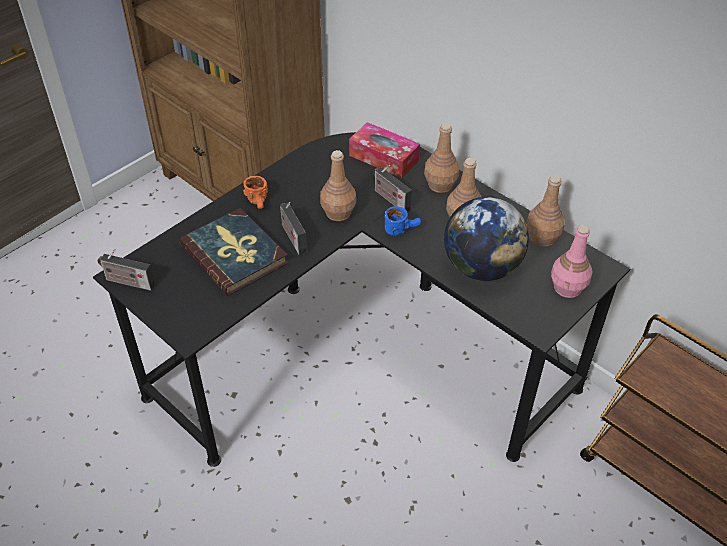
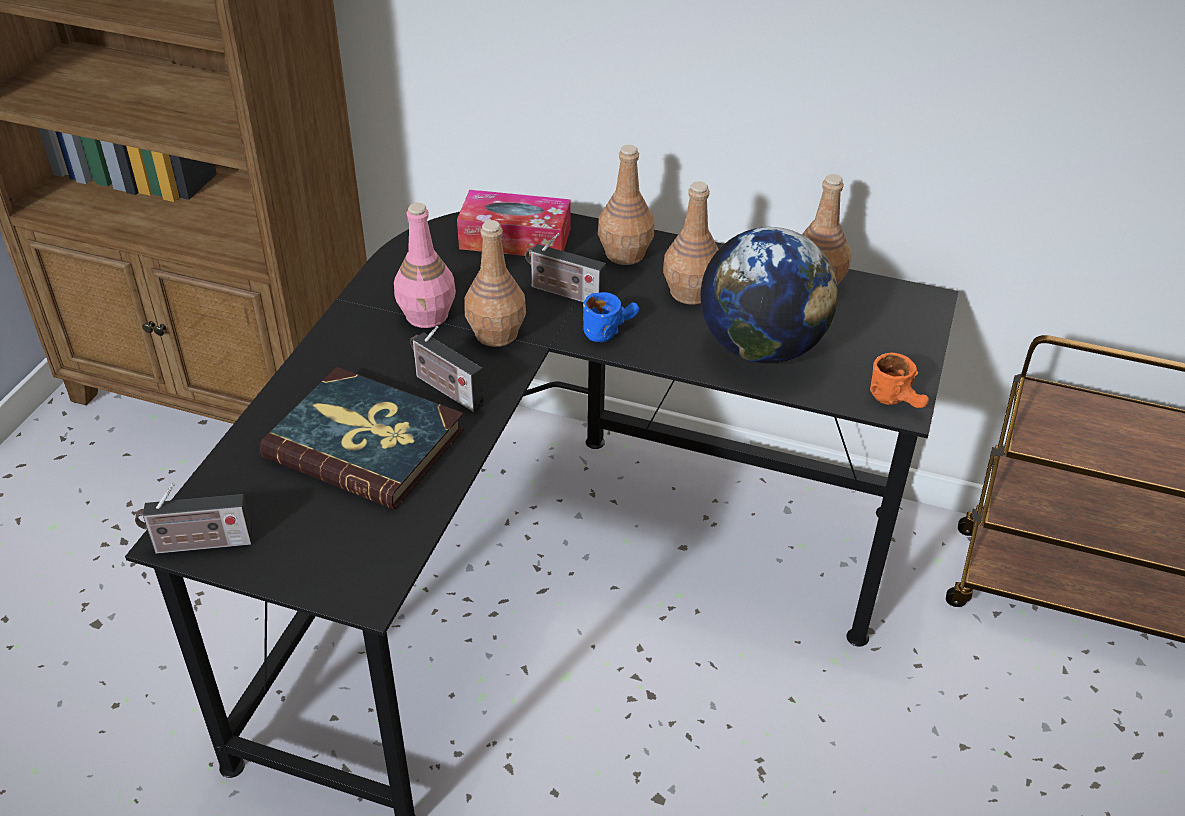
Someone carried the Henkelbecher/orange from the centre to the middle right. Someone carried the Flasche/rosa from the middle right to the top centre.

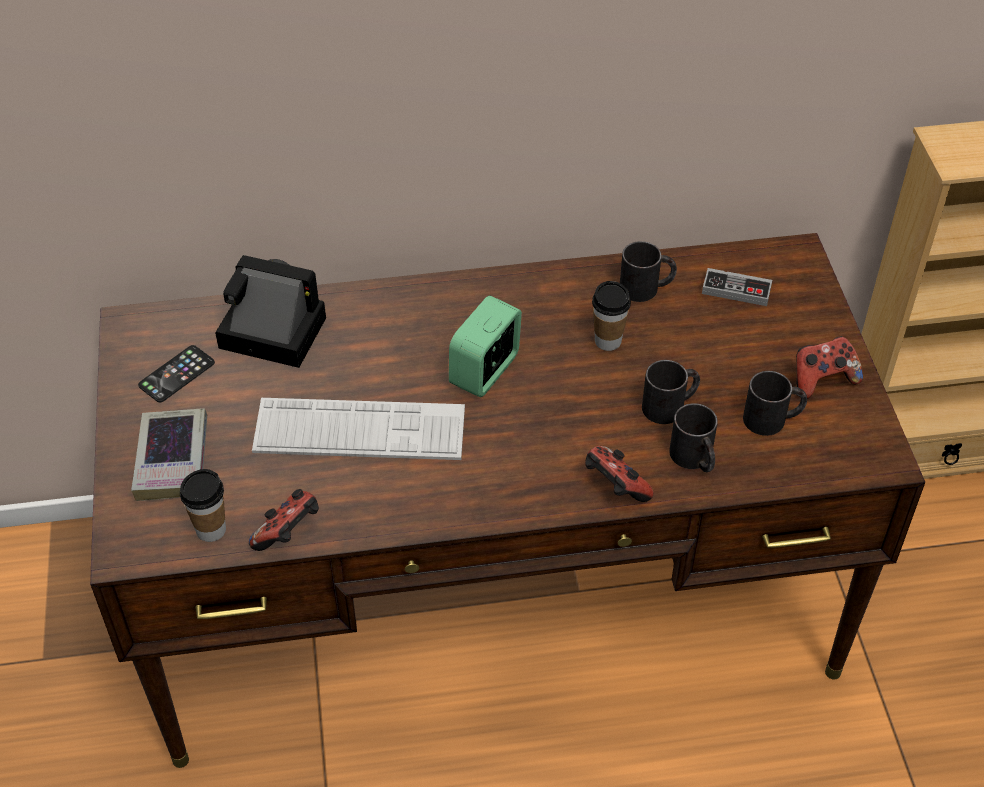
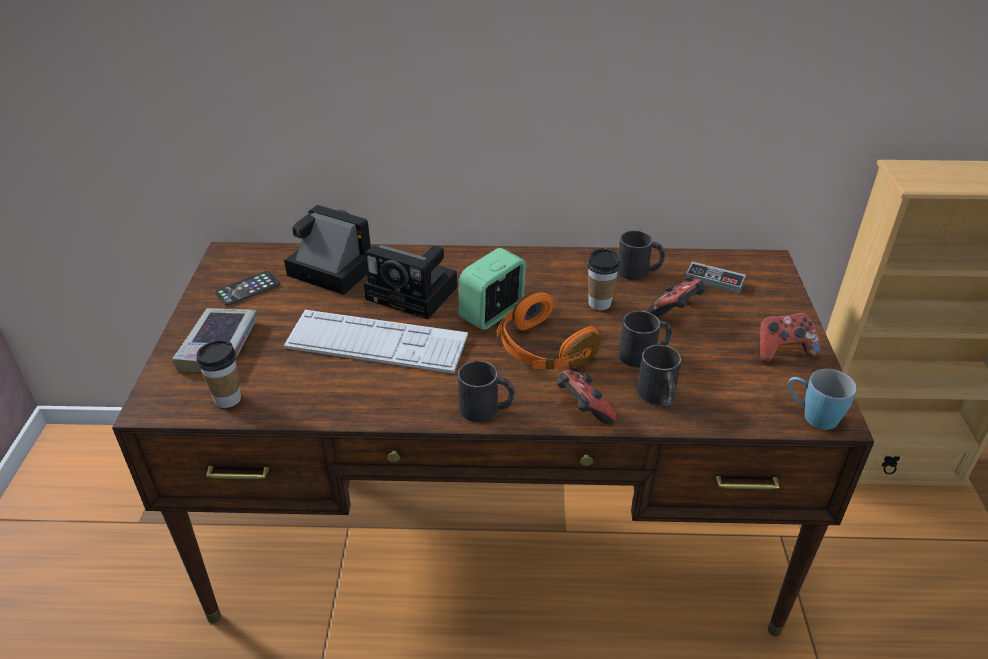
Someone carried the Henkelbecher/schwarz (4th from left in the first image) from the middle right to the centre. Someone carried the Gamepad (1st from left in the first image) from the middle left to the middle right. Someone put down the Kamera (2nd from left) at the centre. Someone put down the Kopfhörer/orange at the centre. Someone put down the Henkelbecher/blau at the middle right.

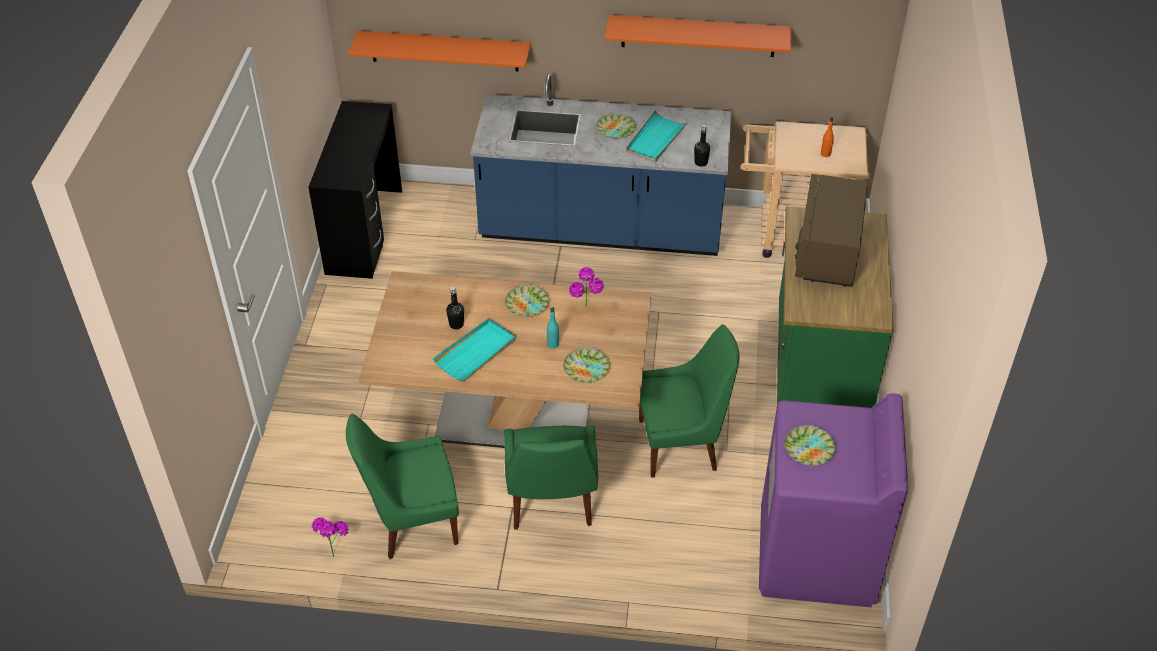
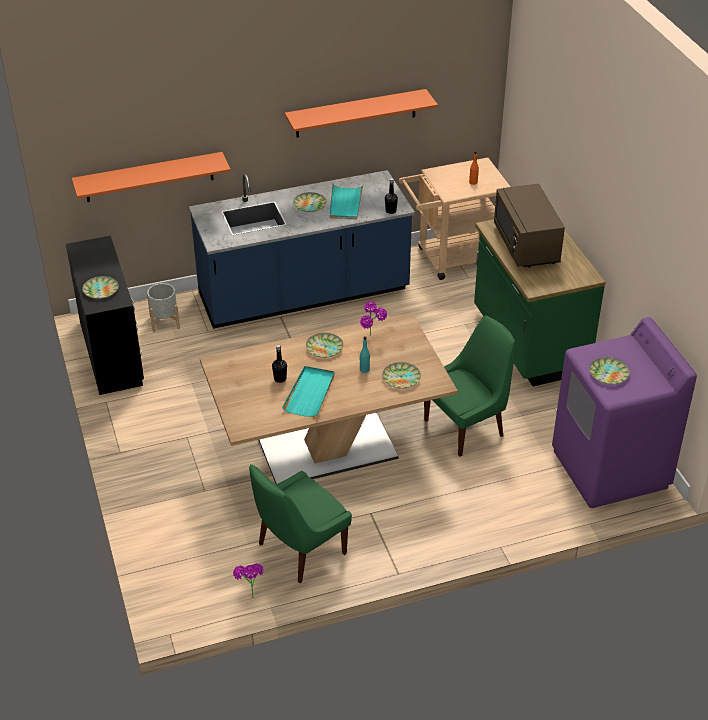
Someone took away the Stuhl/grün (2nd from left) at the bottom centre. Someone put down the Teller (1st from left) at the middle left. Someone put down the Pflanzkübel/grau at the middle left.

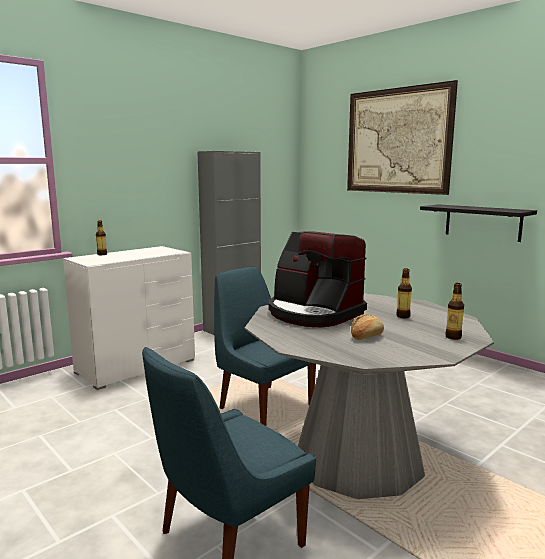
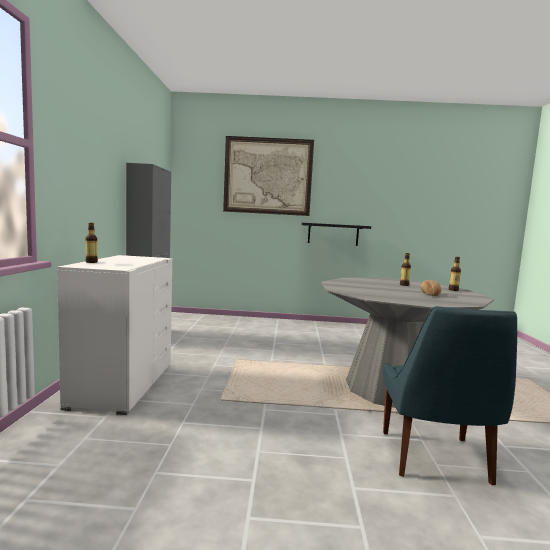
Someone took away the Kaffeemaschine at the centre. Someone took away the Stuhl/blau (2nd from left) at the centre.

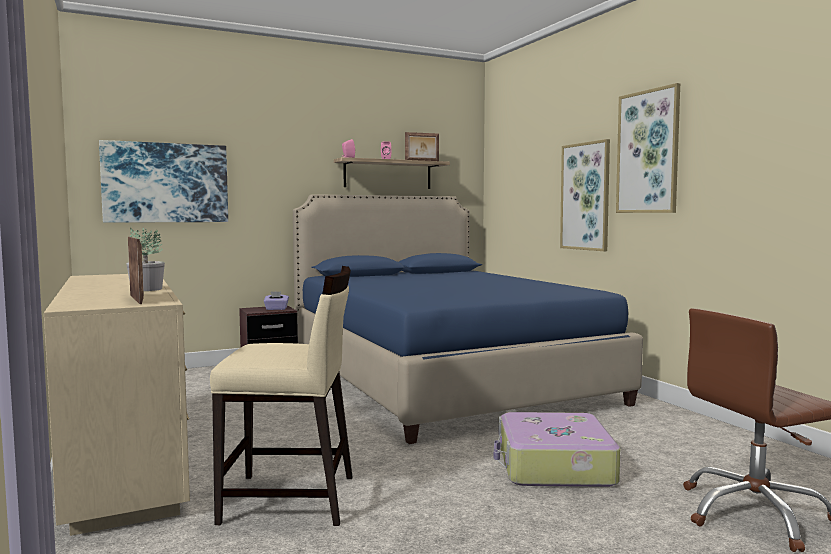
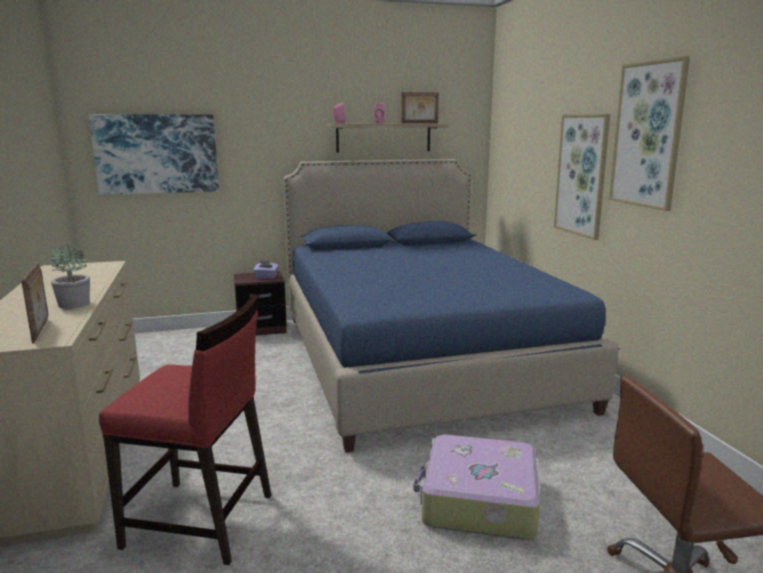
Someone repainted the Stuhl/beige at the bottom centre, which became the Stuhl/rot at the bottom left.

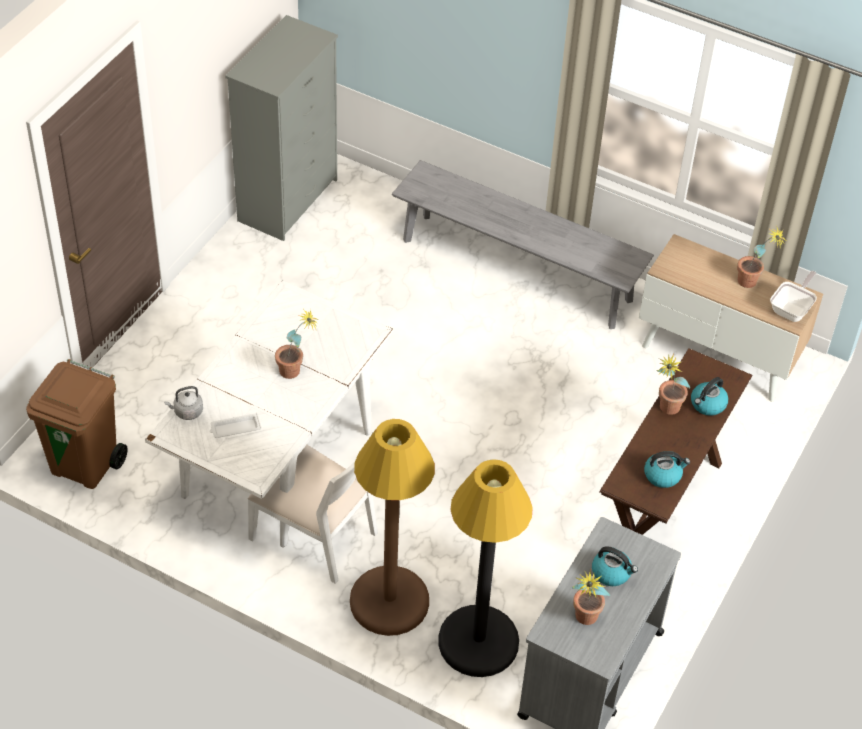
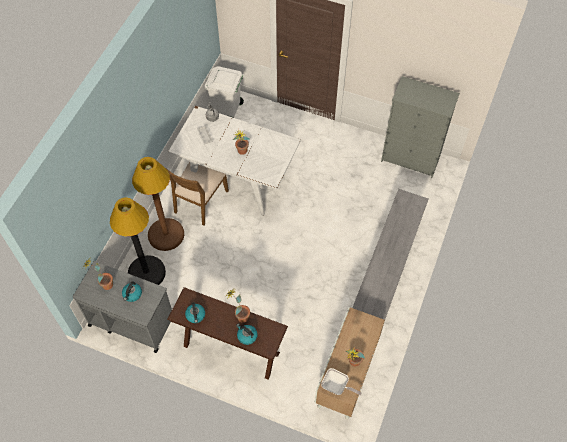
Someone repainted the Mülleimer/braun at the middle left, which became the Mülleimer/weiß at the top centre. Someone repainted the Stuhl/weiß at the bottom centre, which became the Stuhl/braun at the centre.

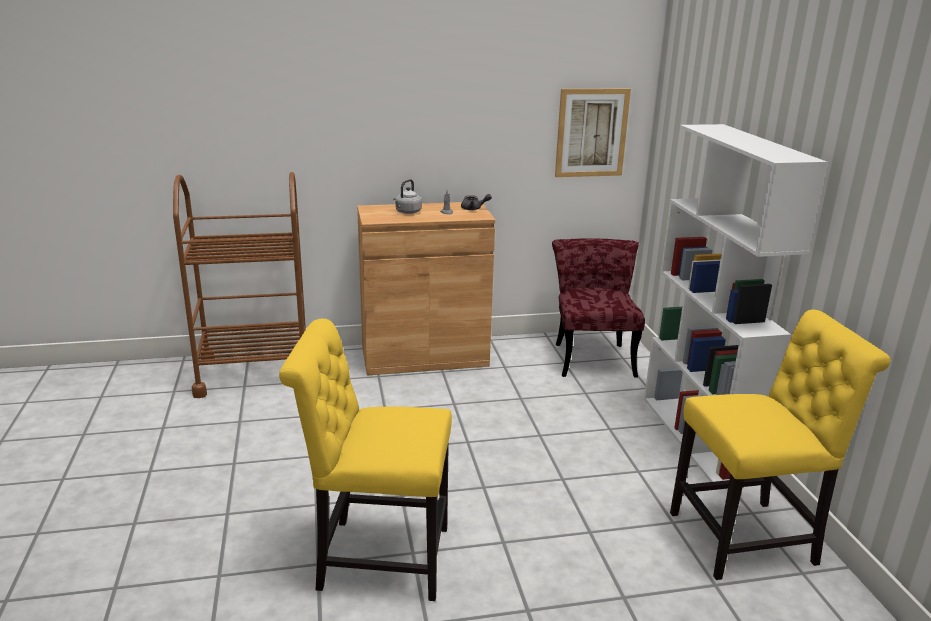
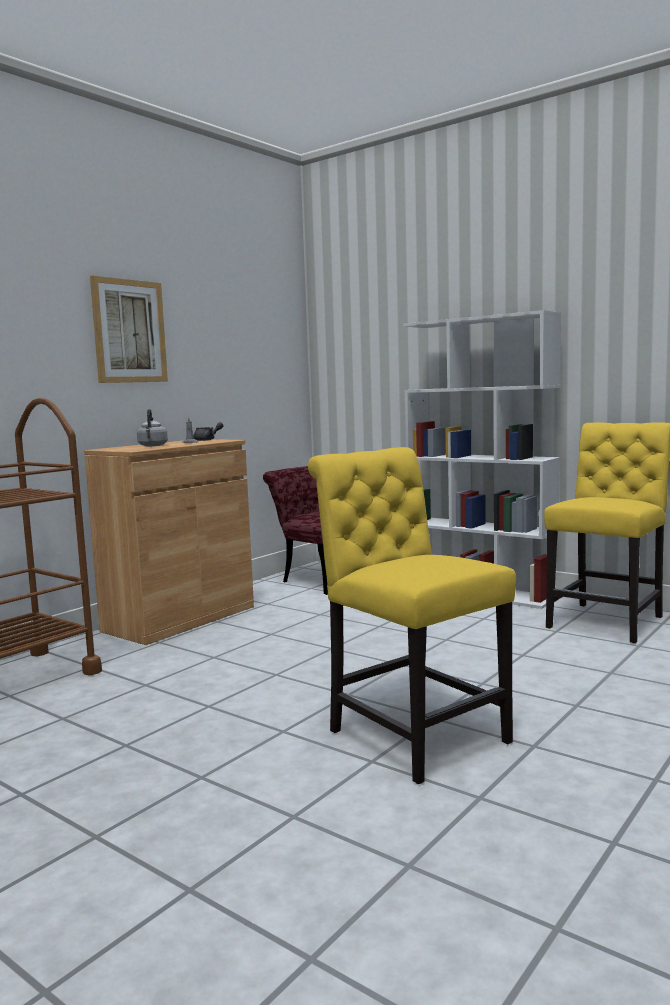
Someone carried the Bild from the top centre to the top left. Someone rotated the Stuhl/gelb (1st from left) at the bottom centre by 90 degrees clockwise.

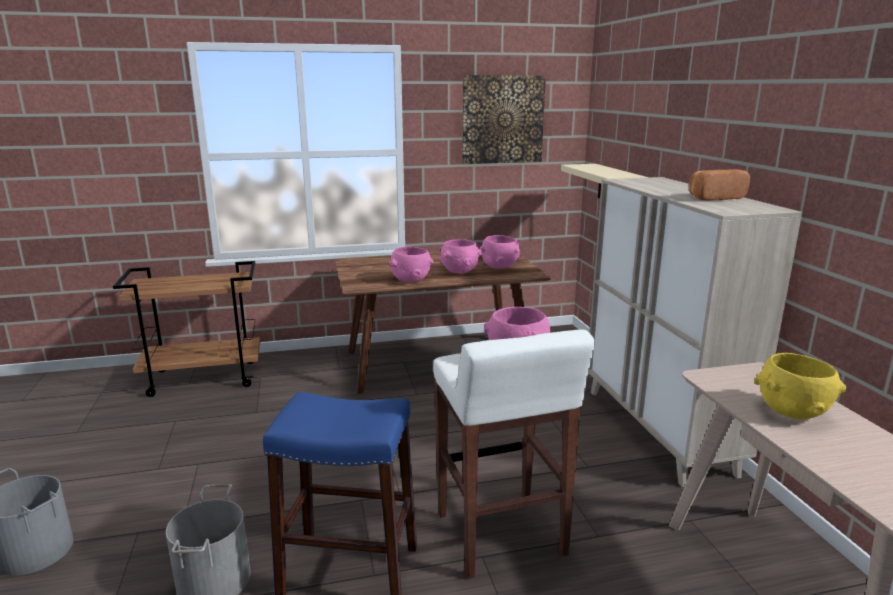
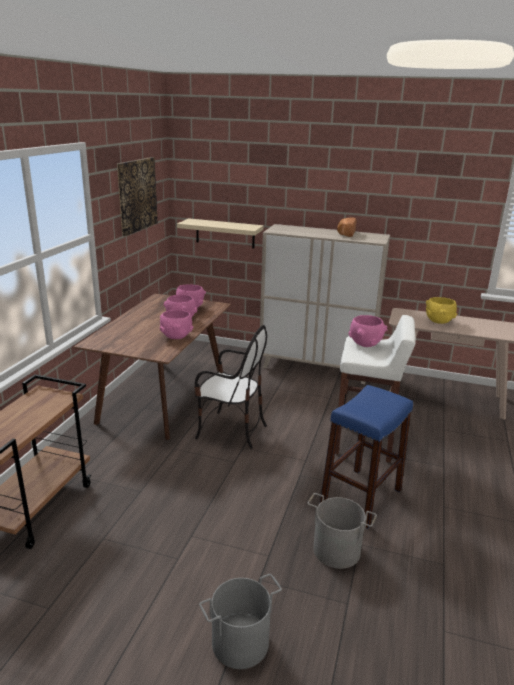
Someone put down the Stuhl at the centre.

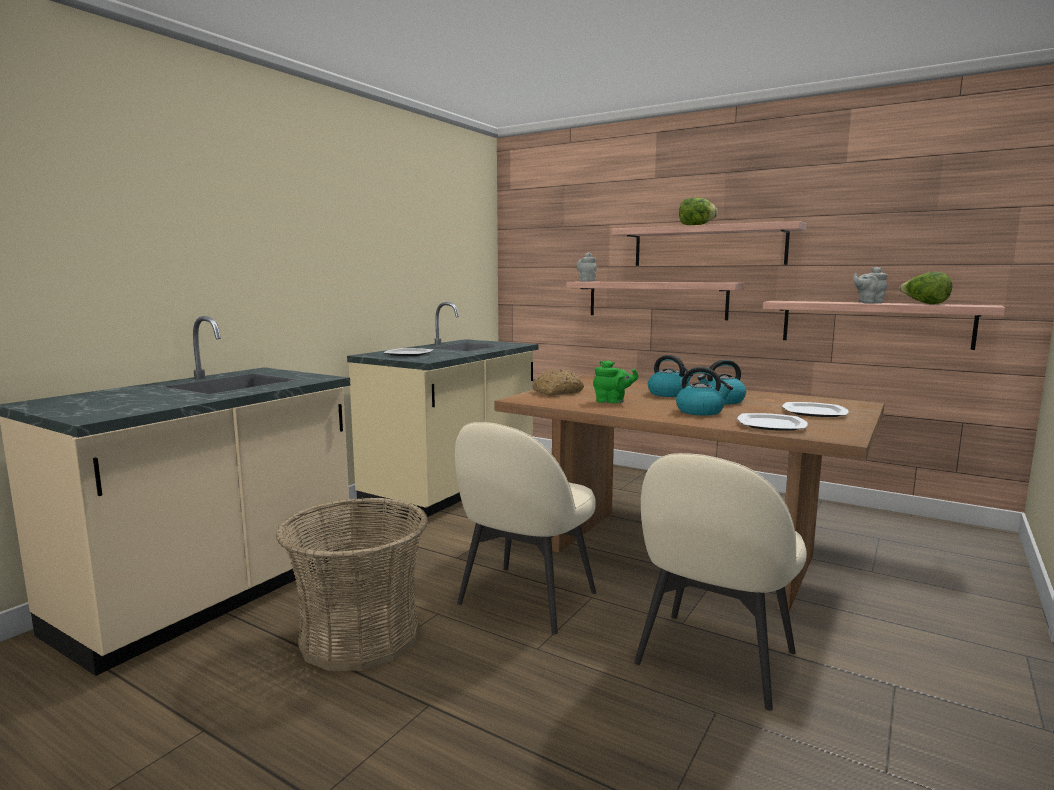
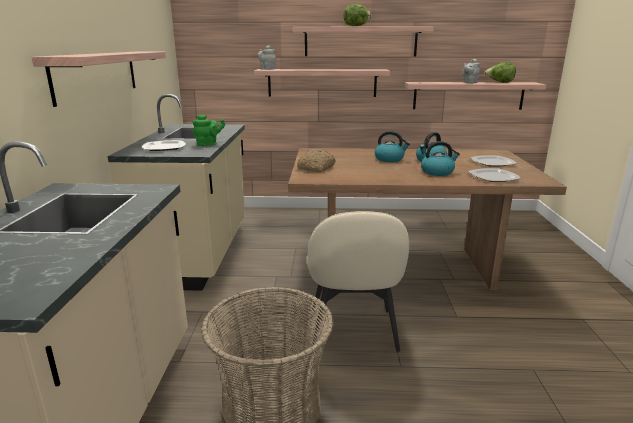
Someone carried the Teekanne/grün from the centre to the top left. Someone took away the Stuhl/beige (2nd from left) at the bottom right. Someone put up the Wandregal (1st from left) at the top left.

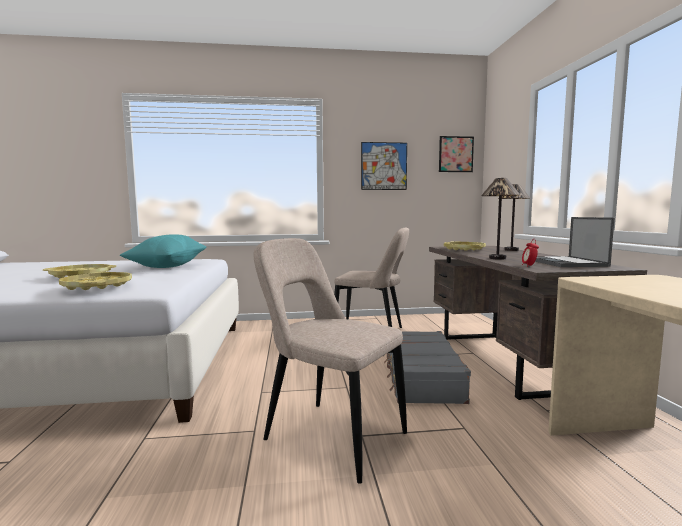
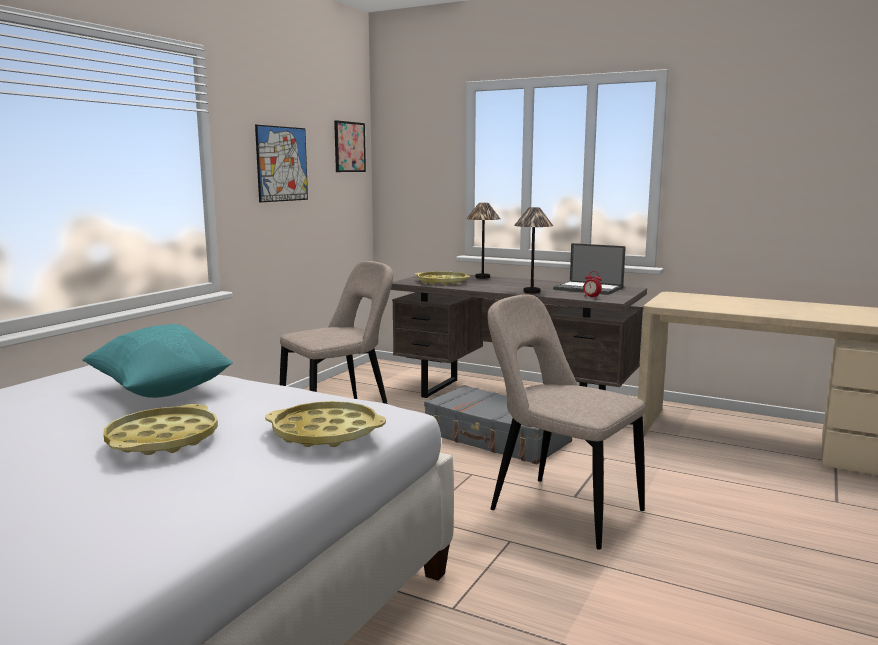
Someone rotated the Stuhl/beige (1st from left in the first image) at the bottom centre by 60 degrees clockwise.

